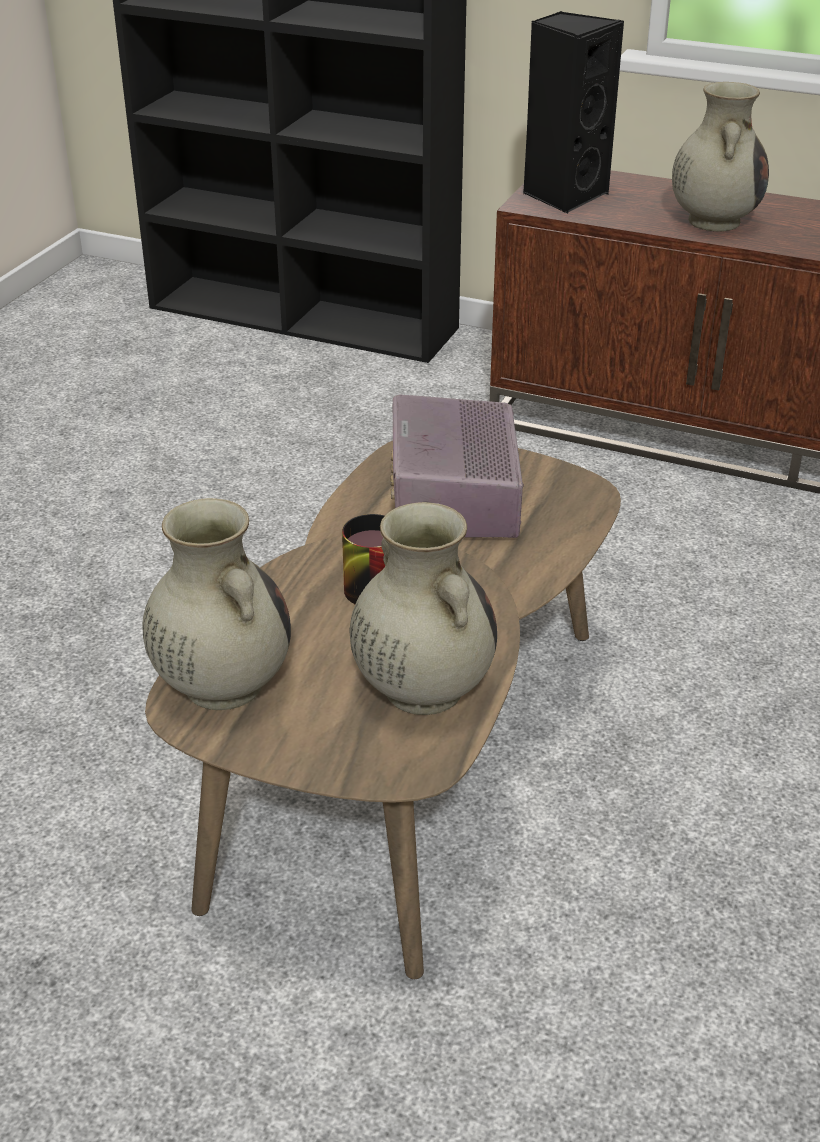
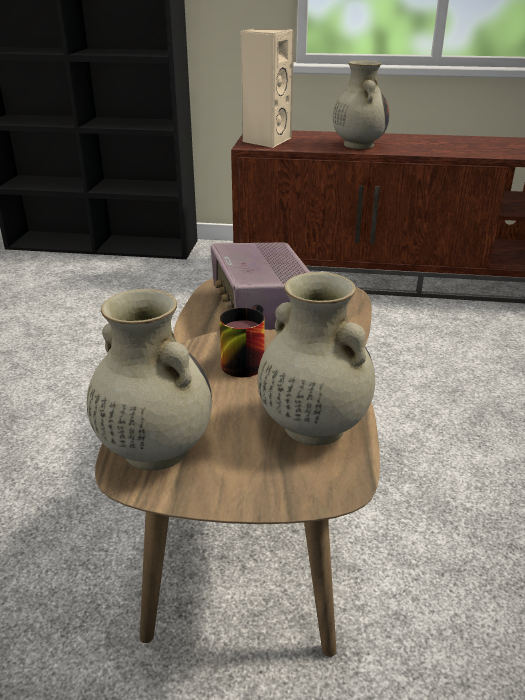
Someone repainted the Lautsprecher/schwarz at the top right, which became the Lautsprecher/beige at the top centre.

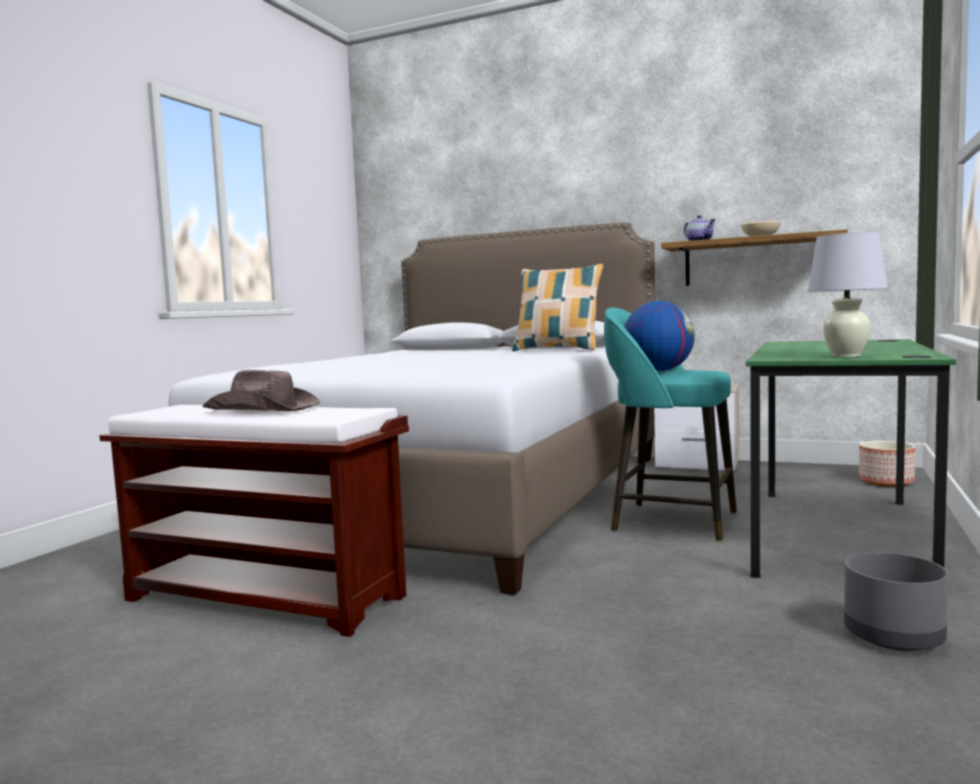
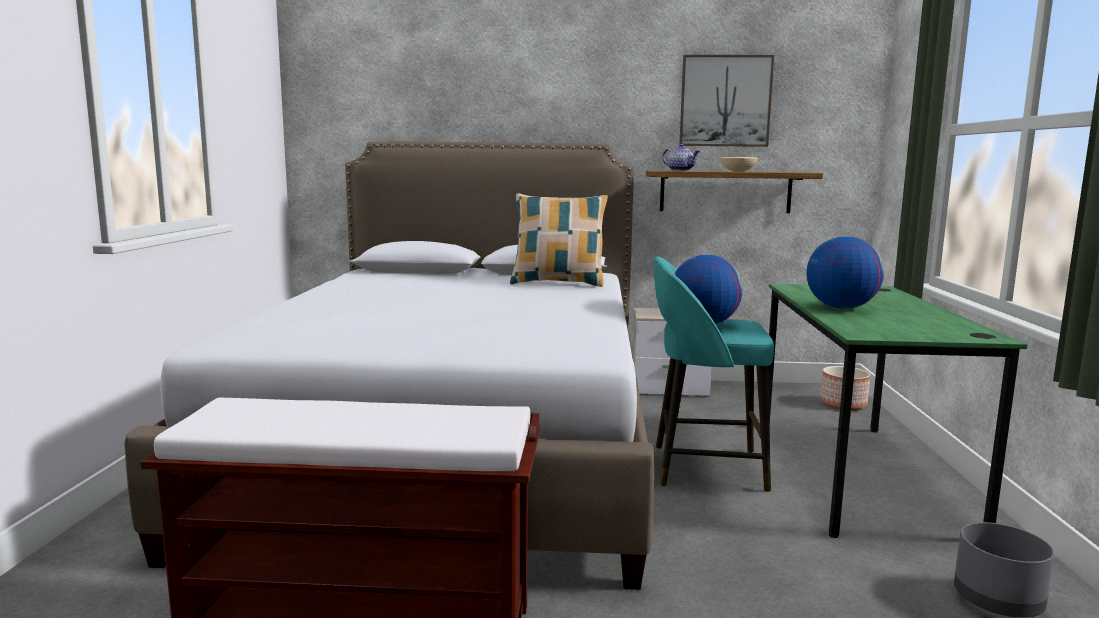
Someone took away the Tischlampe/weiß at the middle right. Someone took away the Hut/braun at the middle left. Someone put up the Bild at the top centre. Someone put down the Globus (2nd from left) at the middle right.

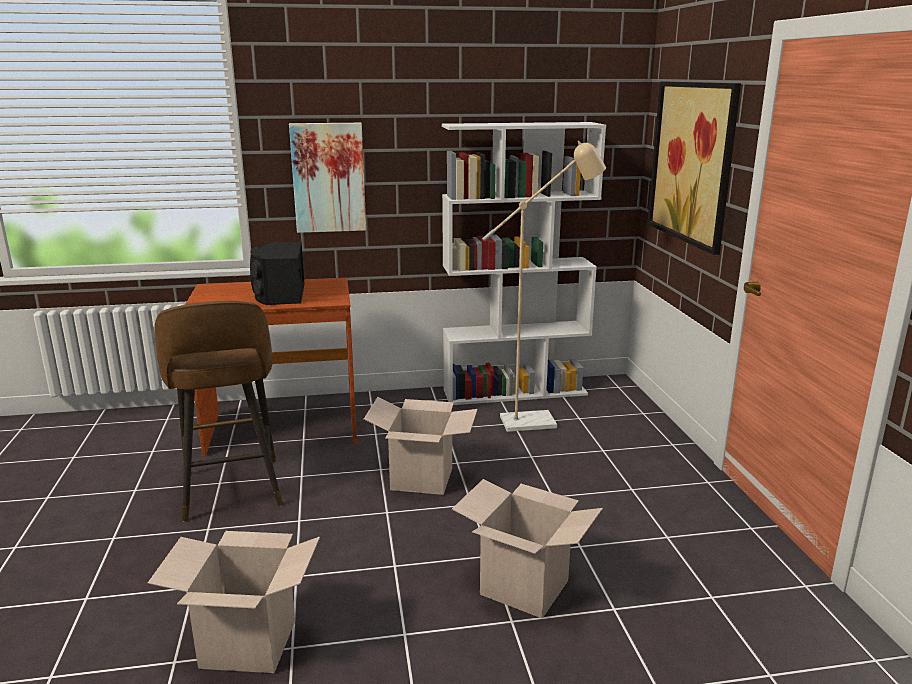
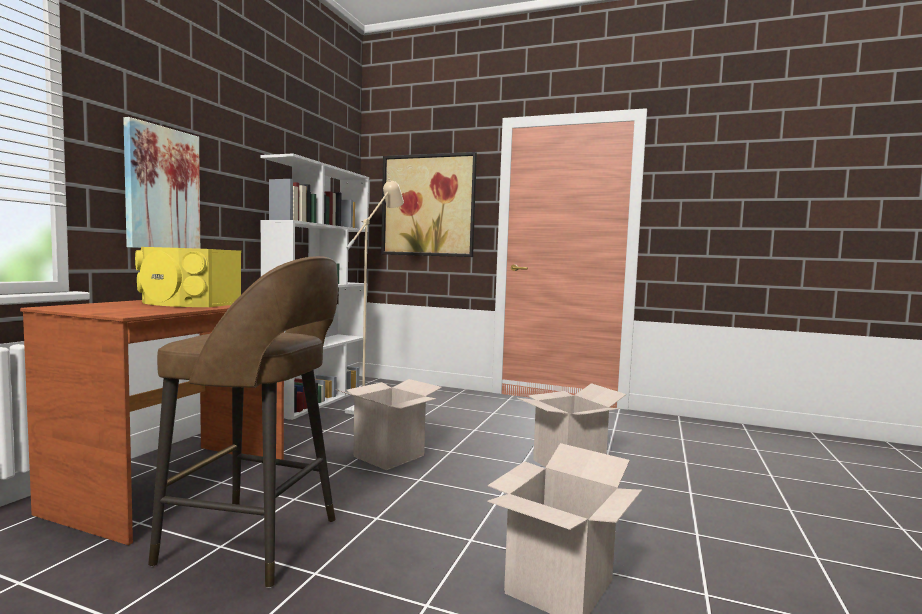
Someone repainted the Lautsprecher/schwarz at the middle left, which became the Lautsprecher/gelb at the middle left.

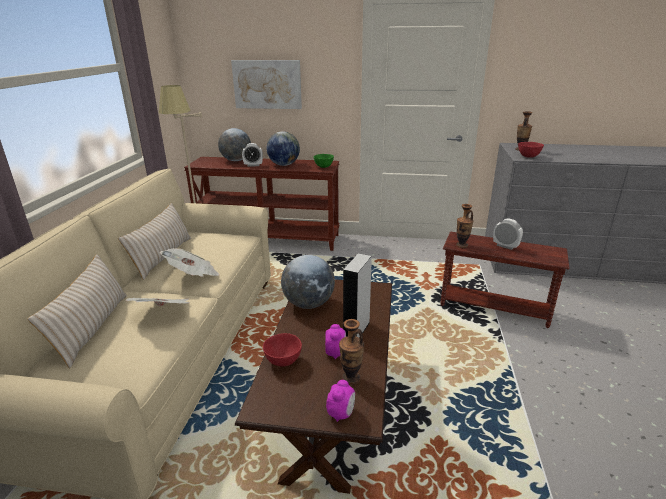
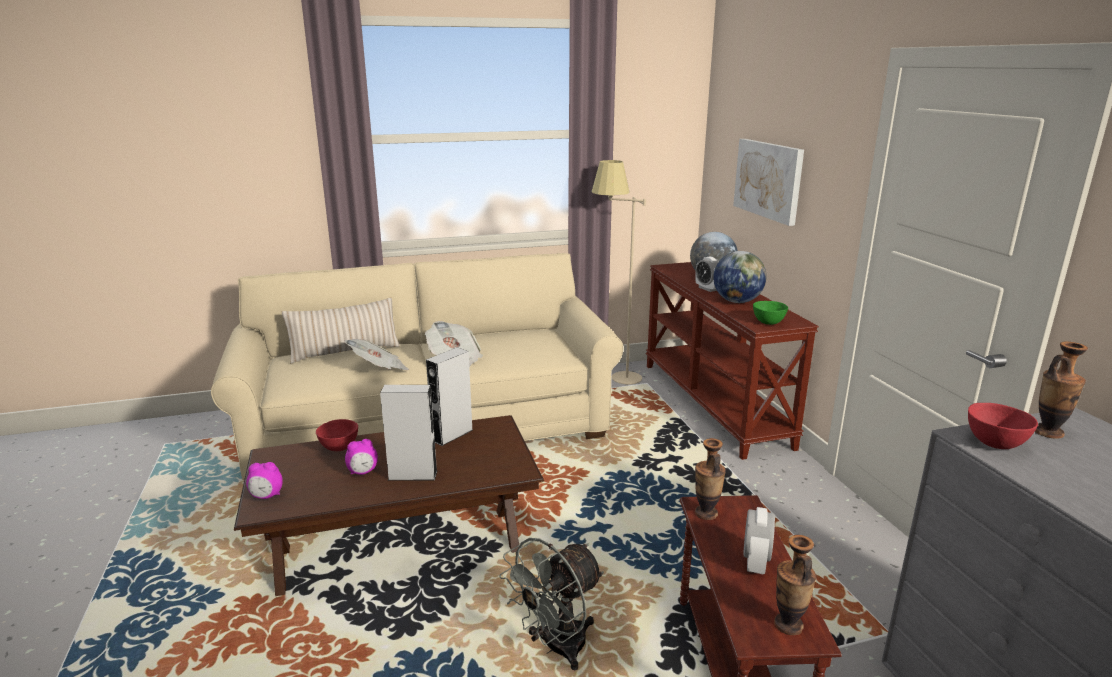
Someone took away the Kissen/beige (2nd from left) at the middle left. Someone swapped the Globus (3rd from left) at the centre for the Lautsprecher/grau (2nd from left) at the centre. Someone carried the Vase (1st from left in the first image) from the bottom centre to the bottom right. Someone put down the Ventilator/grau at the bottom centre.

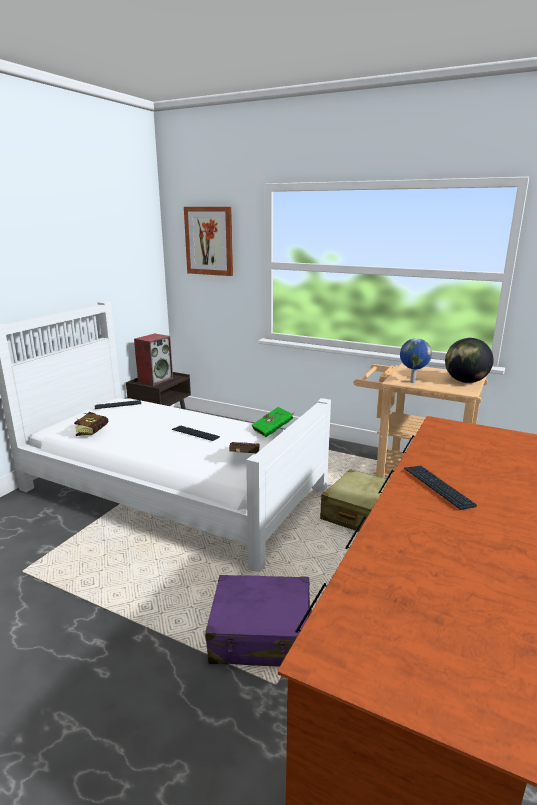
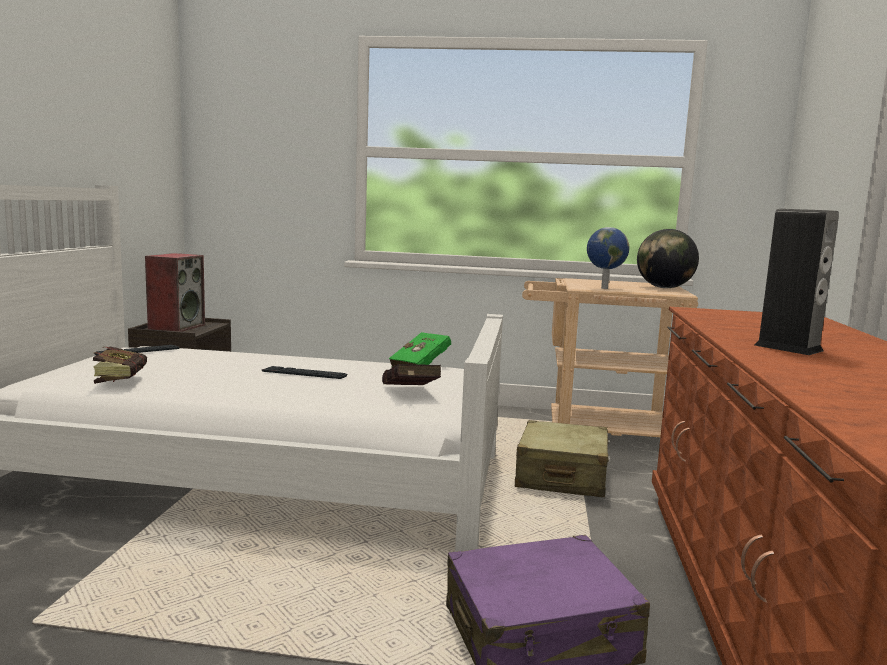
Someone took away the Bild at the top centre. Someone swapped the Tastatur (3rd from left) at the middle right for the Lautsprecher (2nd from left) at the middle right.

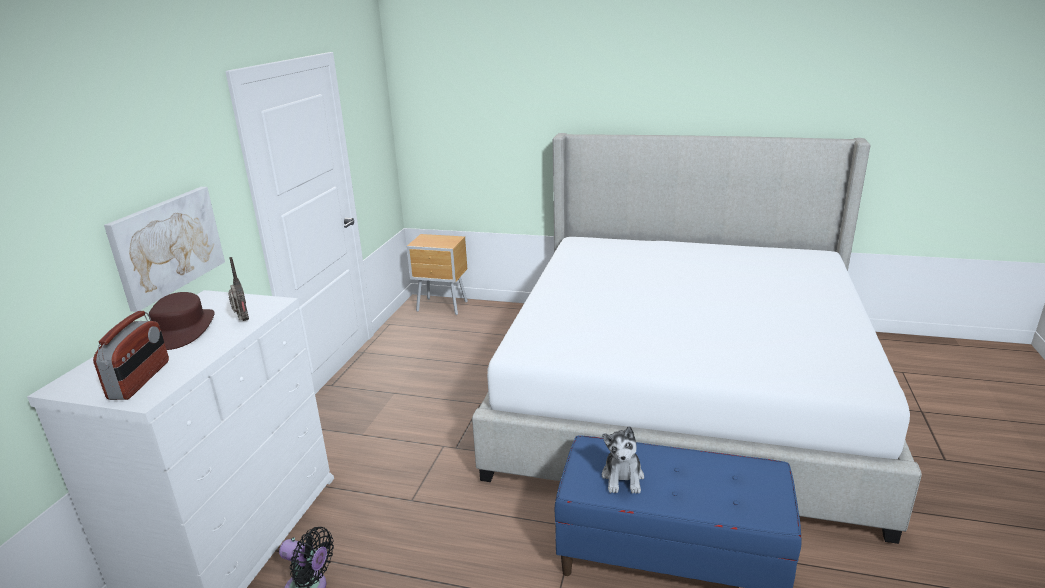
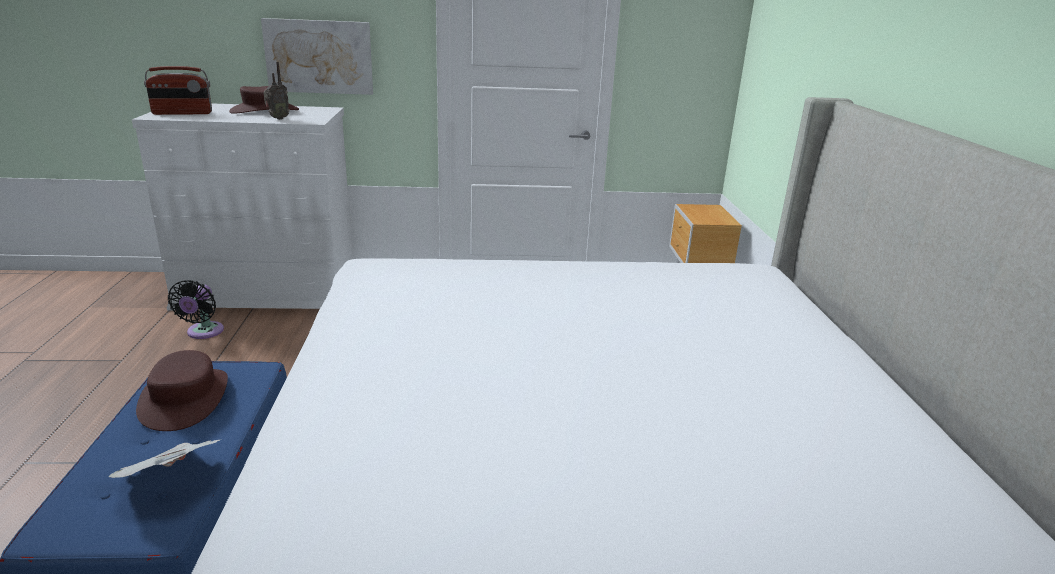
Someone swapped the Plüschtier at the bottom centre for the Hut/braun (1st from left) at the bottom left. Someone put down the Zeitung at the bottom left.

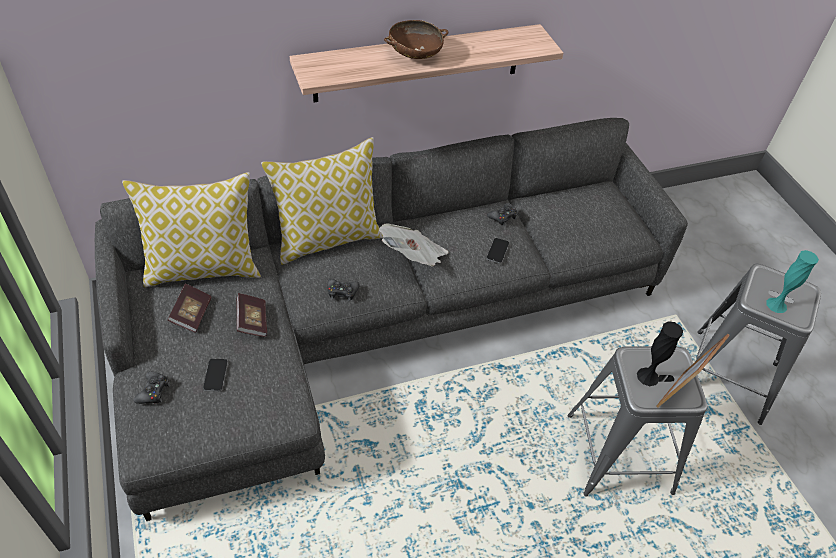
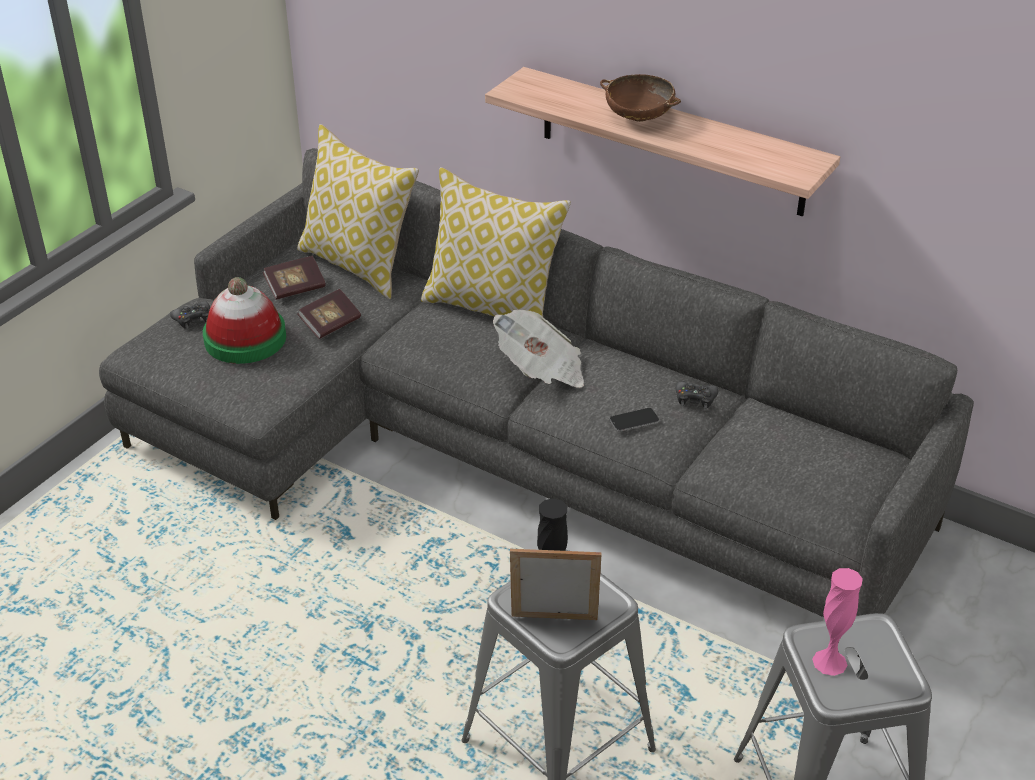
Someone repainted the Vase/türkis at the middle right, which became the Vase/rosa at the bottom right. Someone took away the Gamepad/schwarz (2nd from left) at the centre. Someone swapped the Handy (1st from left) at the bottom left for the Hut at the middle left.

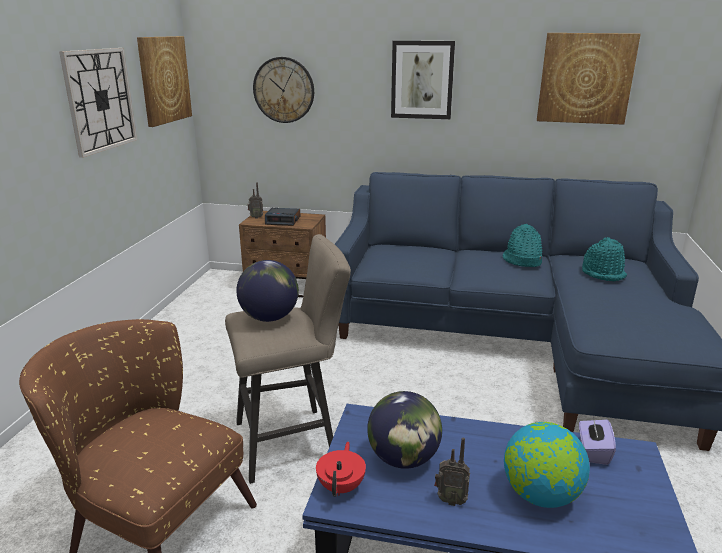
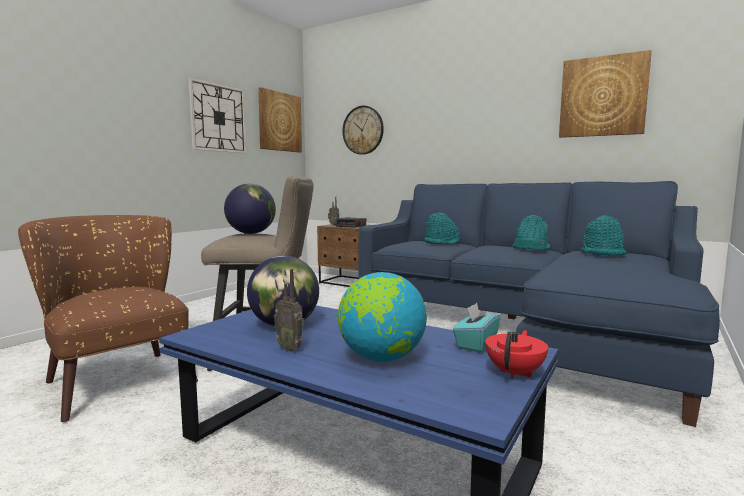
Someone took away the Bild (2nd from left) at the top centre. Someone repainted the Taschentuchbox/lila at the bottom right, which became the Taschentuchbox/türkis at the centre. Someone carried the Teekanne/rot from the bottom centre to the bottom right. Someone put down the Hut/türkis (1st from left) at the centre.

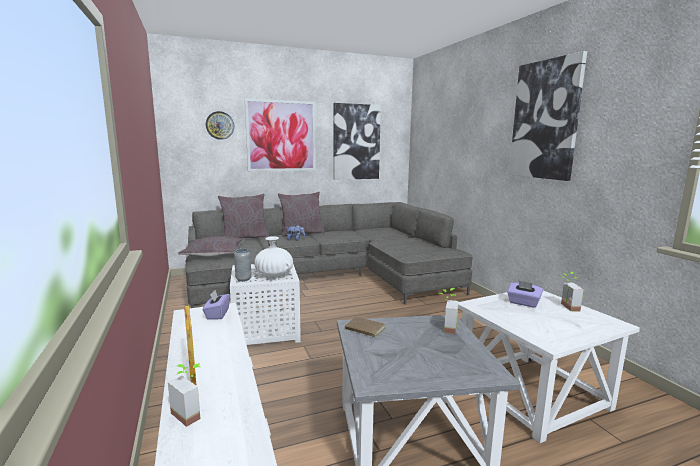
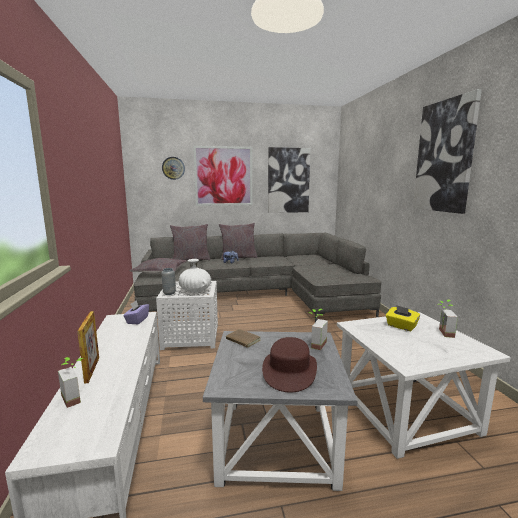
Someone repainted the Taschentuchbox/lila (2nd from left) at the middle right, which became the Taschentuchbox/gelb at the middle right. Someone put down the Hut/braun at the bottom centre.

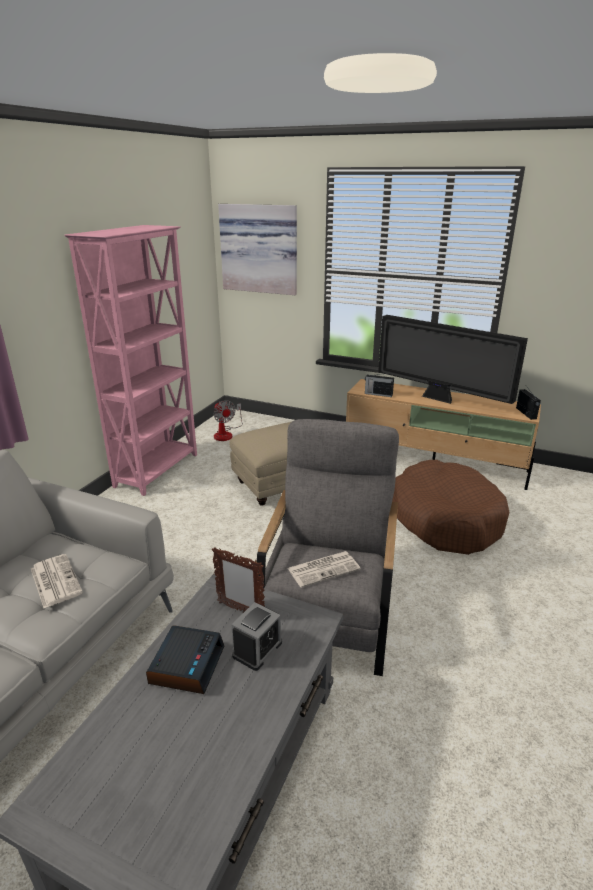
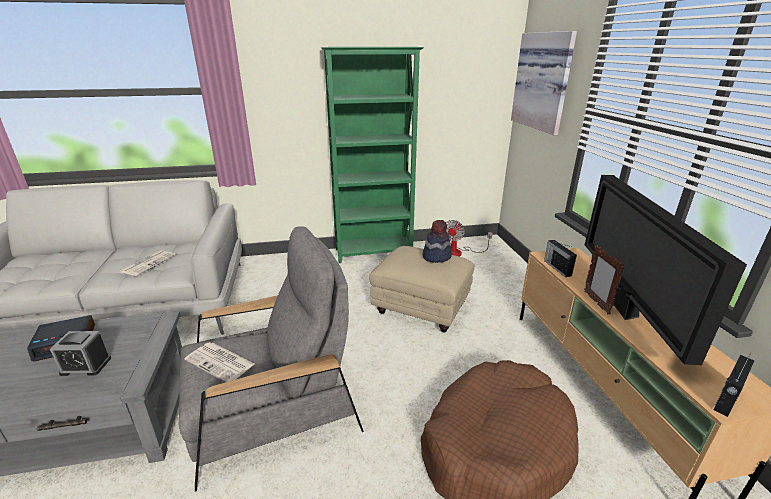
Someone repainted the Bücherregal/rosa at the middle left, which became the Bücherregal/grün at the top centre. Someone carried the Bilderrahmen from the centre to the middle right. Someone put down the Hut at the centre.

